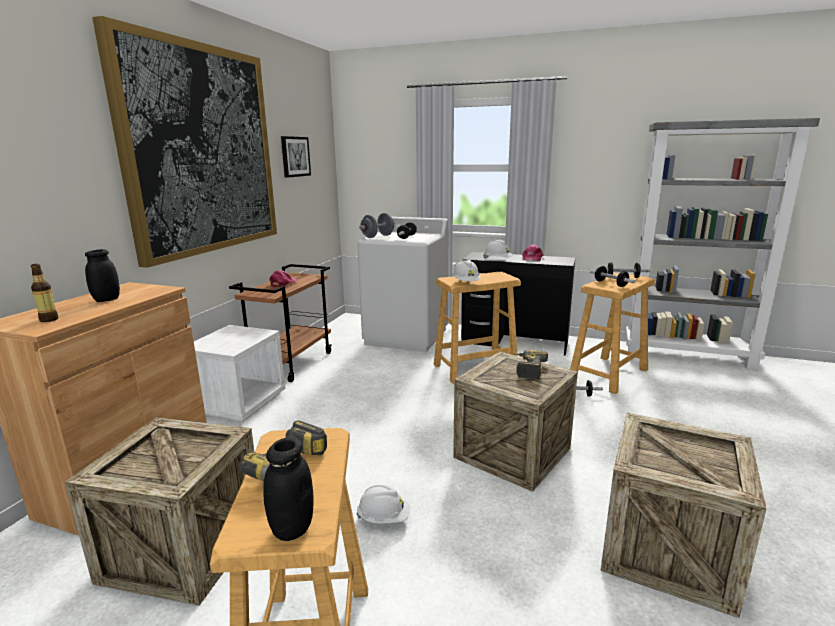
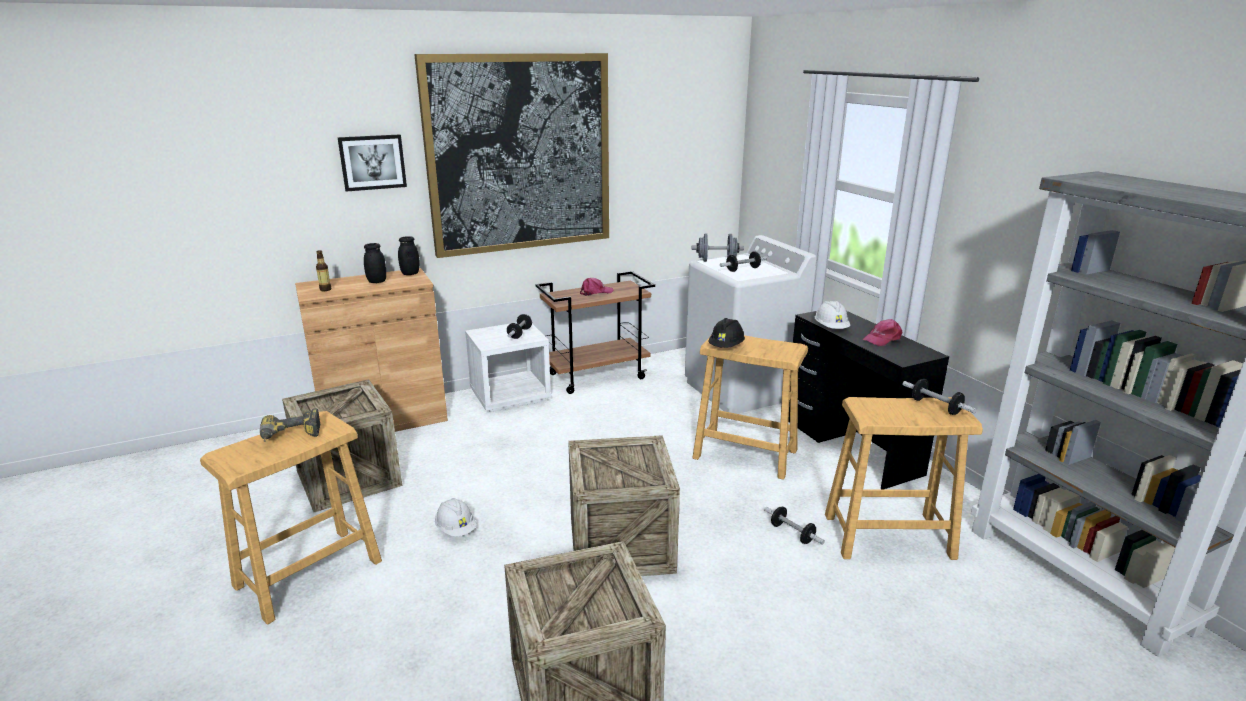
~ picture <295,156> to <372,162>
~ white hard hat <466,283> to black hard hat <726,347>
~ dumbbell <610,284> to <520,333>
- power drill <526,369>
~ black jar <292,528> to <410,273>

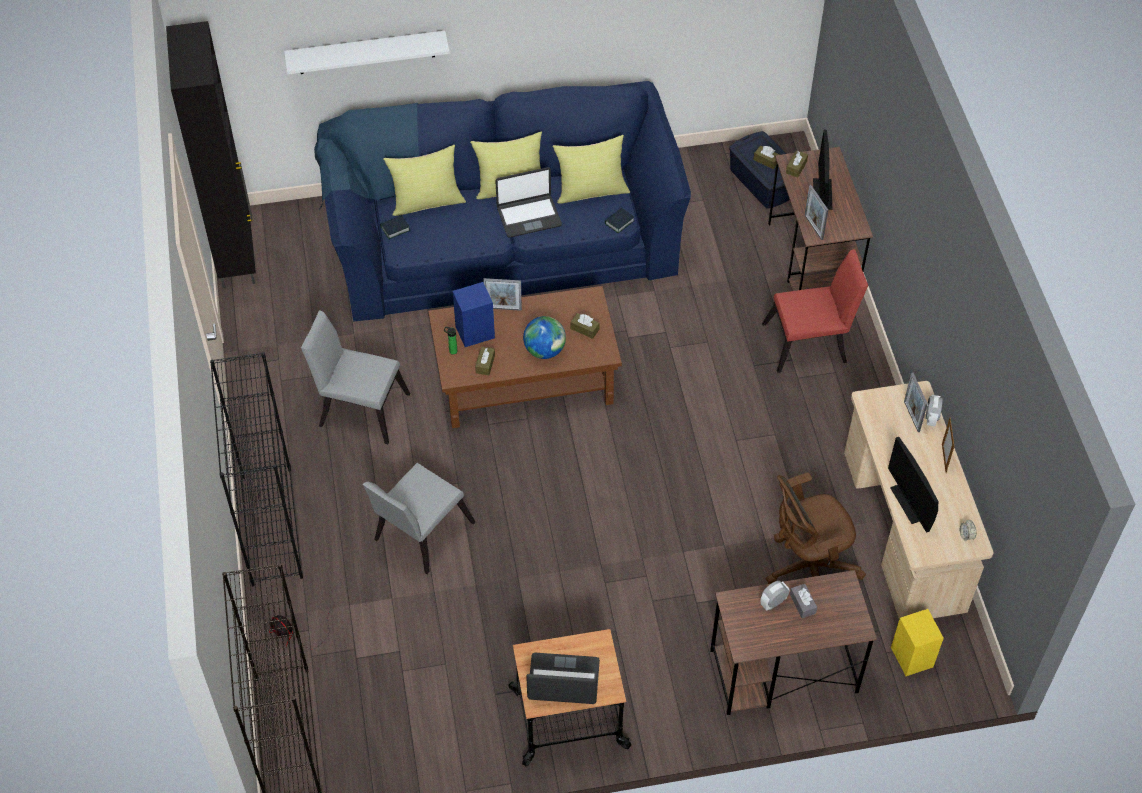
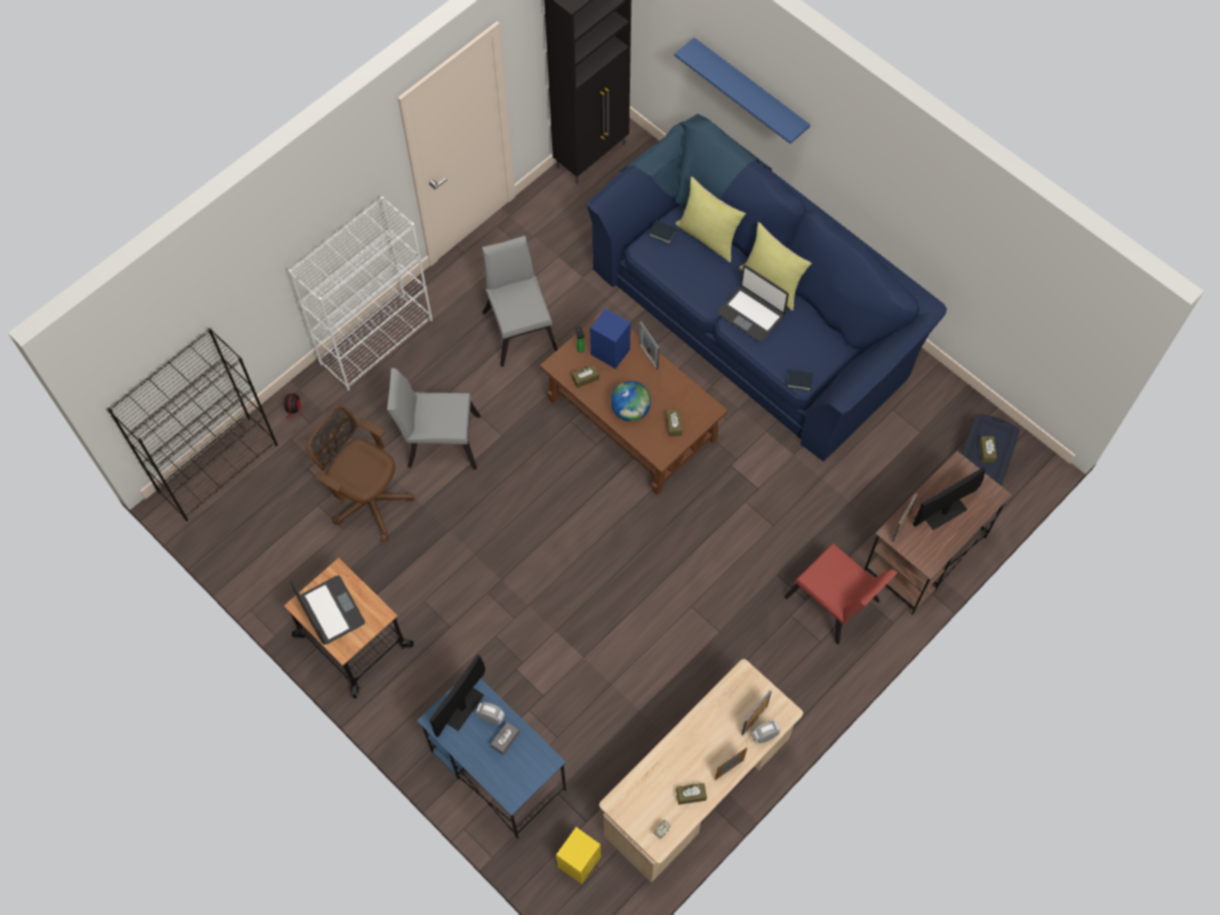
~ white shelf <366,52> to blue shelf <750,90>
- yellow pillow <591,191>
~ brown tissue box <796,167> to <691,795>
~ black bookcase <271,526> to white bookcase <376,341>
~ monitor <910,502> to <463,707>
~ brown office chair <807,568> to <368,499>
~ brown desk <782,672> to blue desk <497,770>

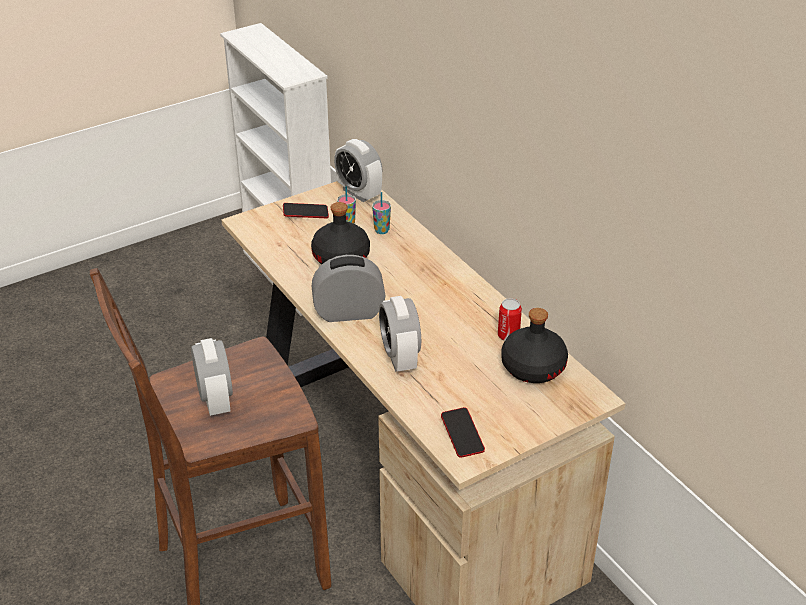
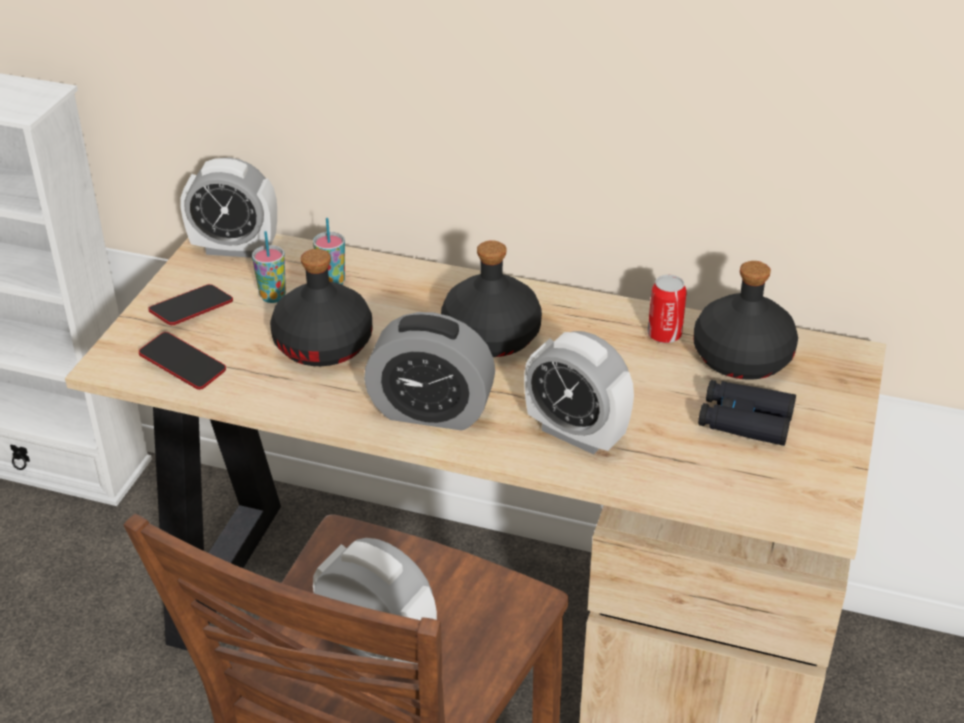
~ alarm clock <349,312> = <431,411> 120 degrees counterclockwise
~ phone <462,435> to <183,366>
+ black bottle <490,336>
+ black binoculars <745,421>

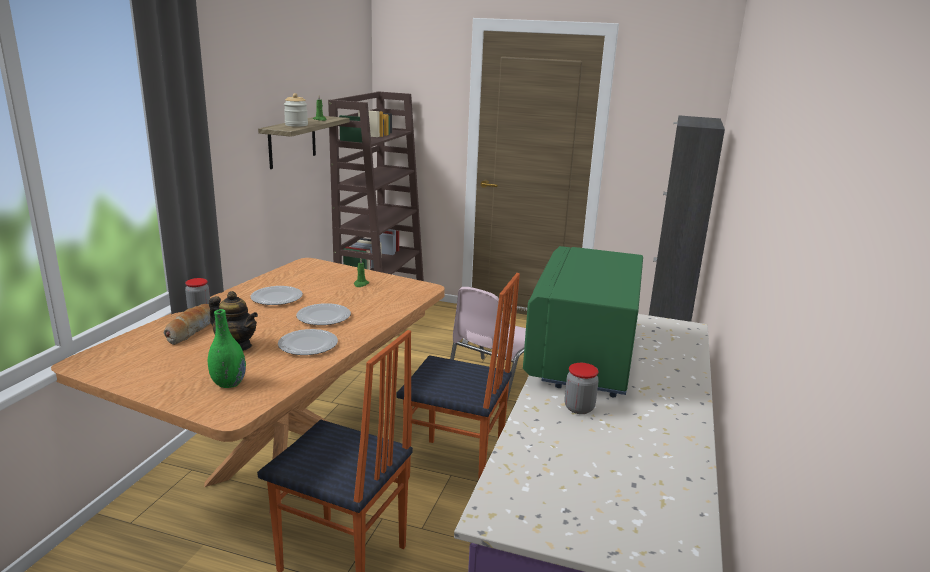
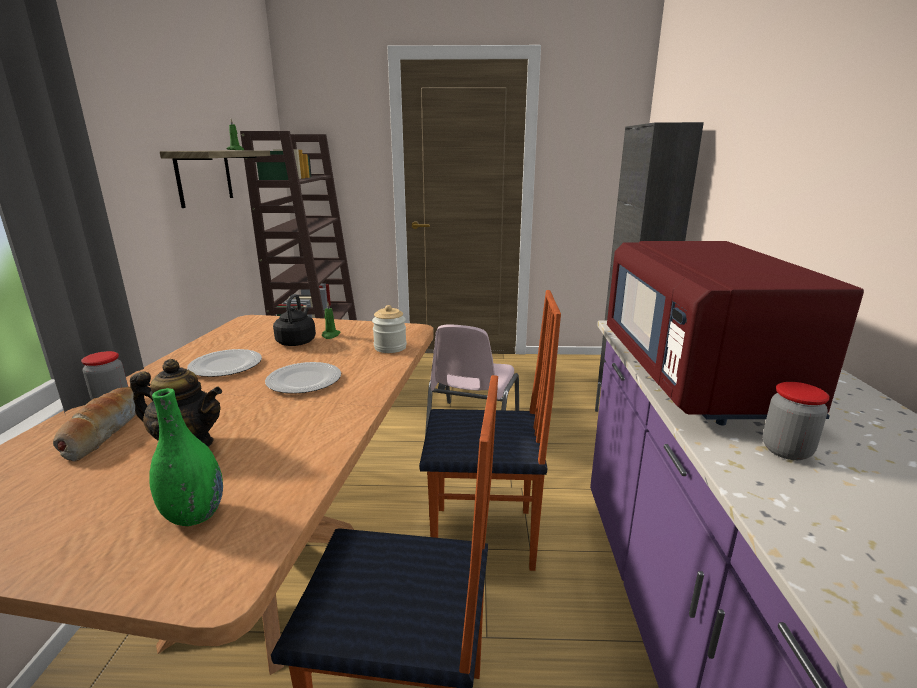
~ jar <296,125> to <390,347>
~ green microwave <583,357> to red microwave <697,377>
- plate <308,345>
+ black kettle <297,341>

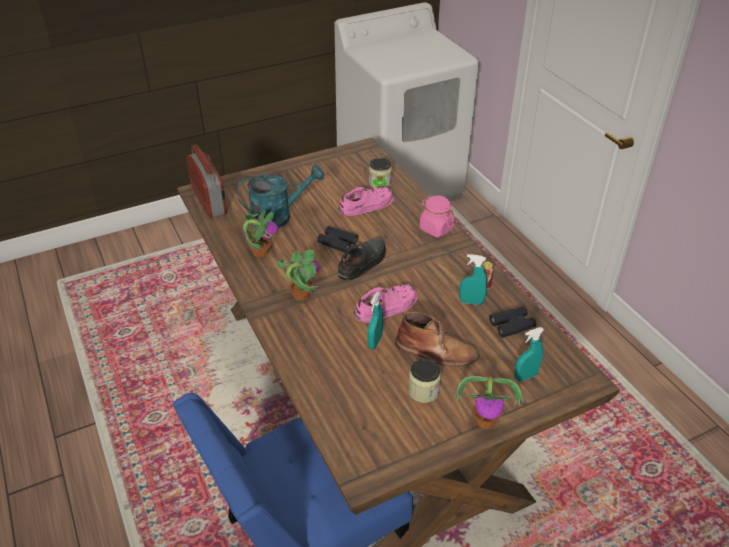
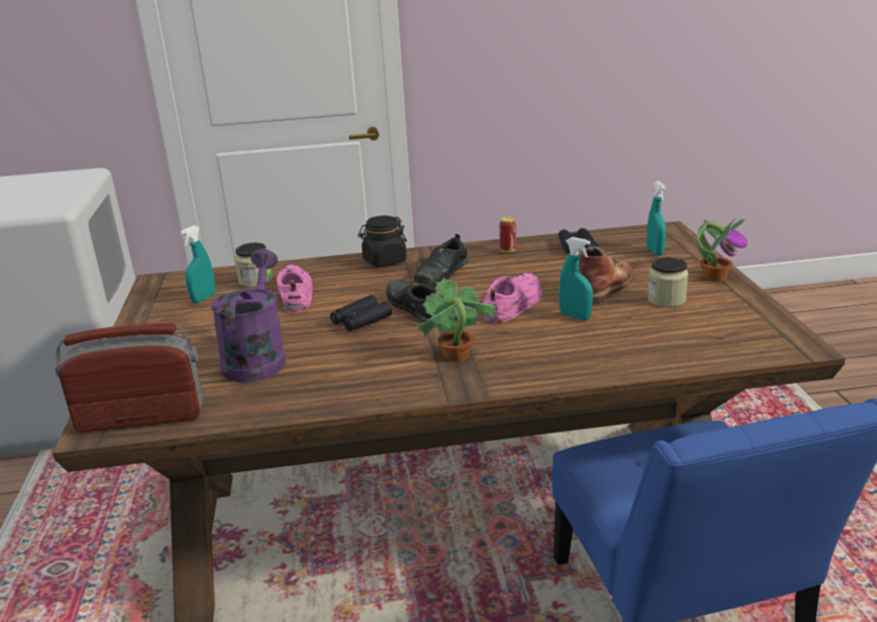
~ turquoise watering can <278,217> to purple watering can <256,357>
~ pink jar <436,228> to black jar <384,261>
- potted plant <260,251>
~ turquoise spray bottle <471,302> to <203,298>
~ pink shoe <386,306> = <513,303> 45 degrees clockwise
+ black shoe <440,274>

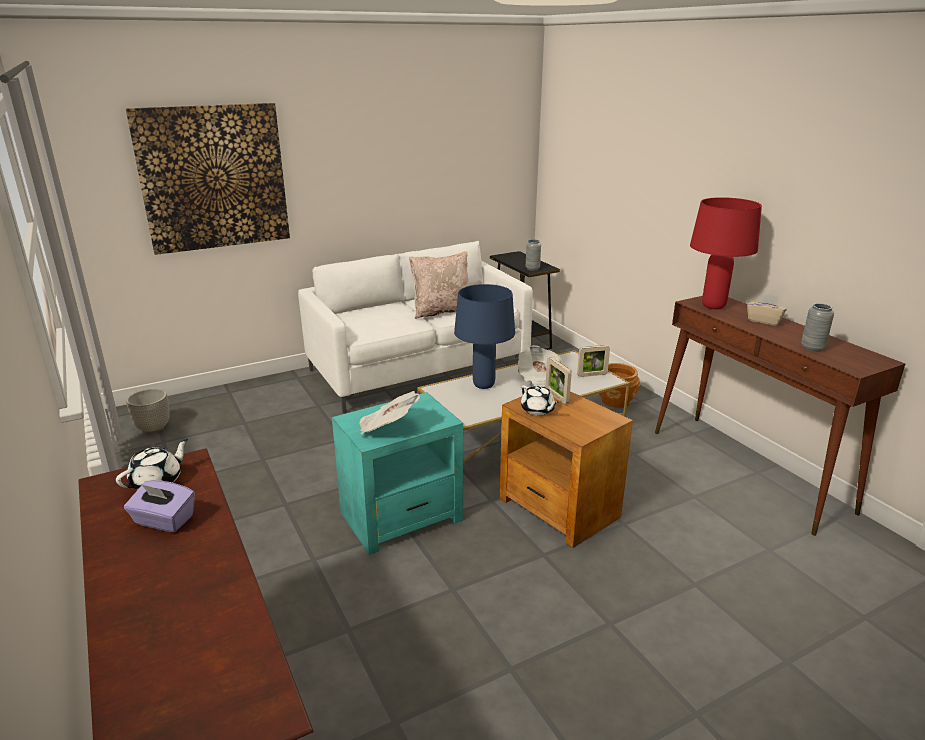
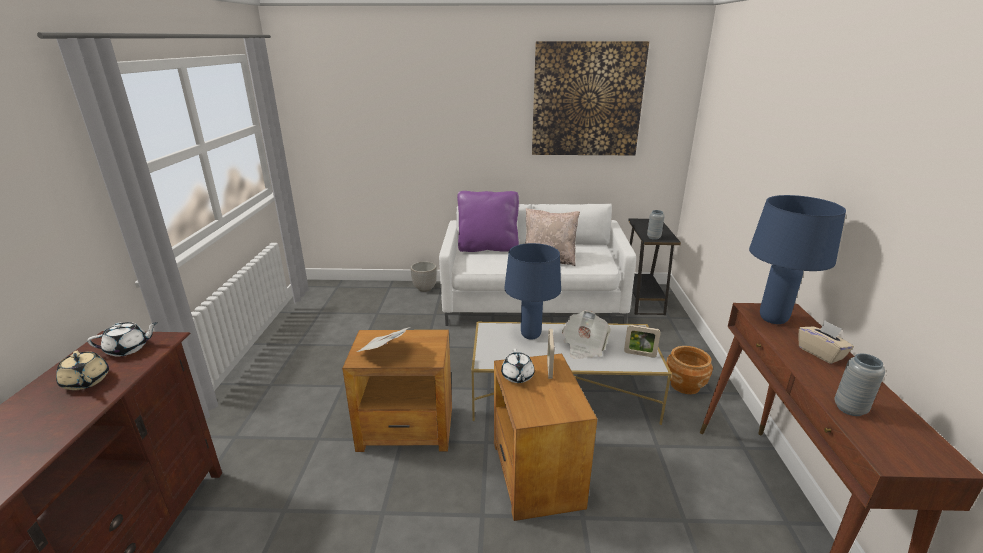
~ picture <213,178> to <587,100>
~ red table lamp <713,306> to blue table lamp <773,319>
~ planter <154,428> to <425,288>
~ turquoise side table <402,516> to brown side table <407,429>
~ purple tissue box <164,521> to beige teapot <86,382>
+ purple pillow <488,248>

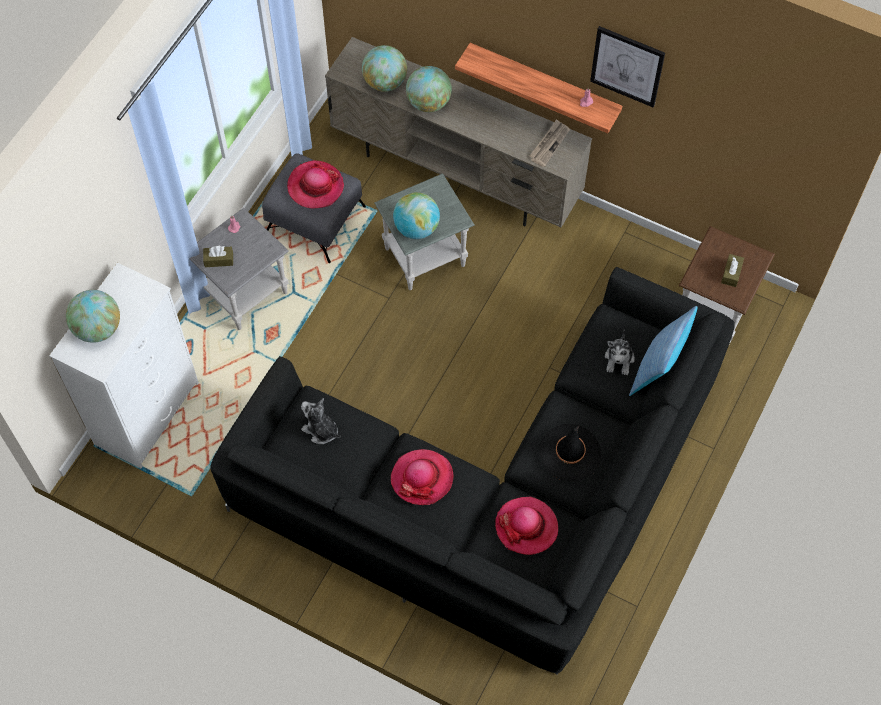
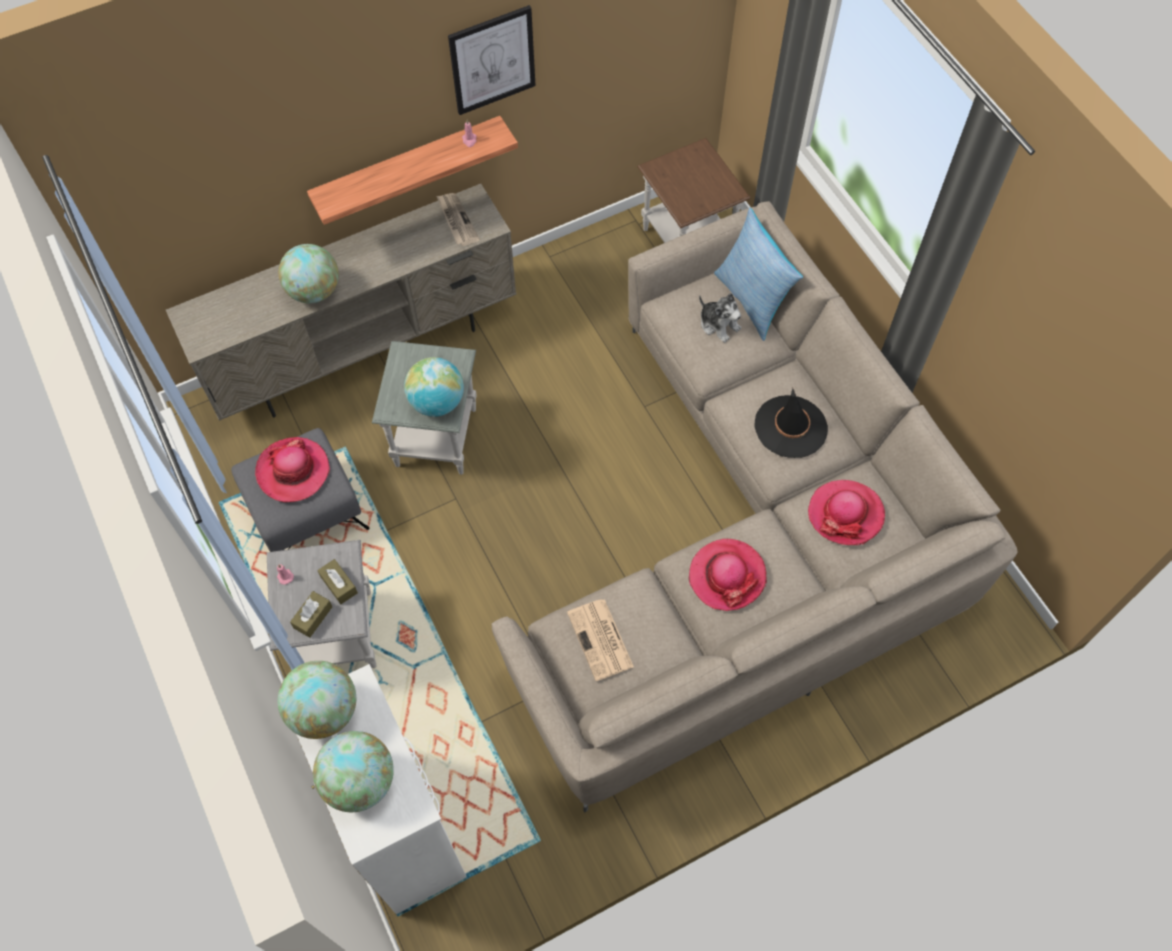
~ globe <385,82> to <324,711>
~ brown tissue box <731,273> to <339,584>
~ black sofa <497,494> to beige sofa <748,536>
~ plush toy <321,430> to newspaper <601,640>

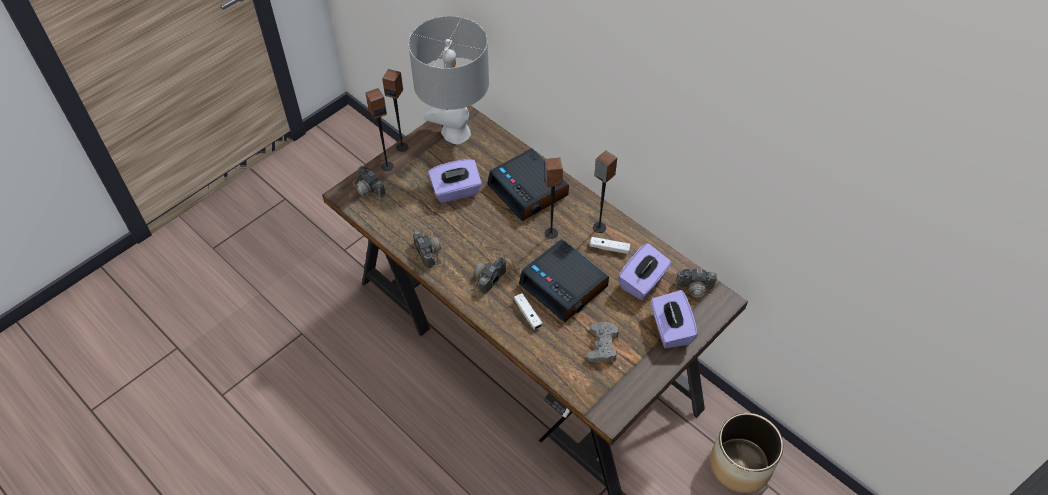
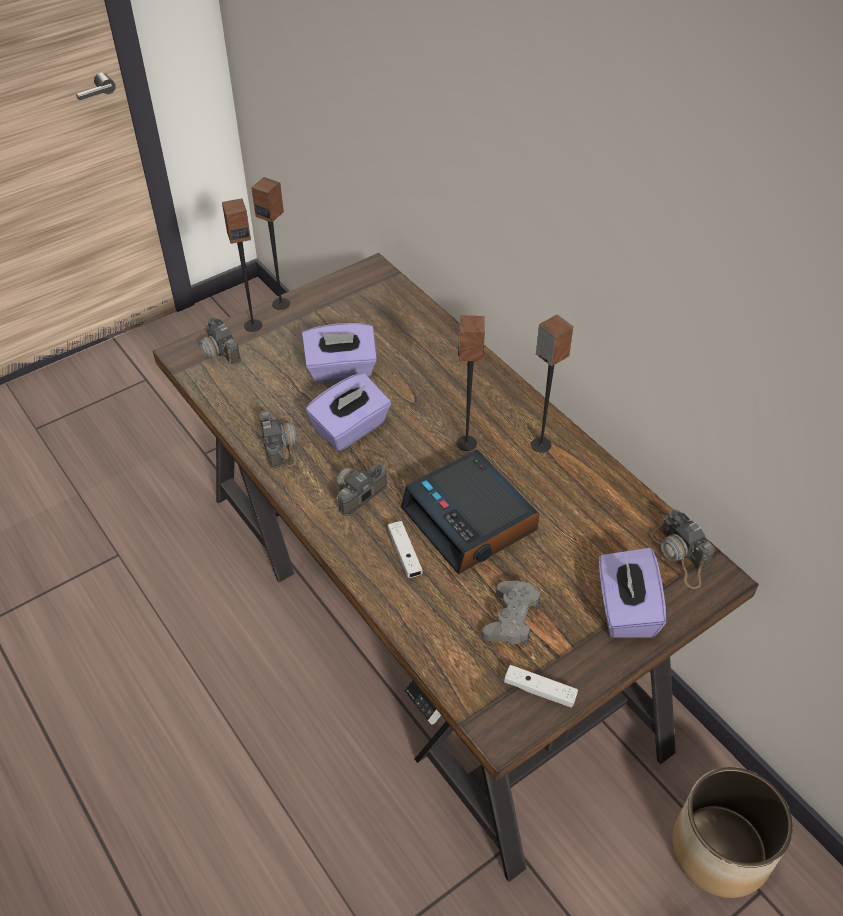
- grey table lamp <455,133>
- alarm clock <529,190>
~ white game controller <609,248> to <539,690>
~ purple tissue box <643,282> to <350,429>
~ photo camera <698,289> = <681,555> 45 degrees clockwise

